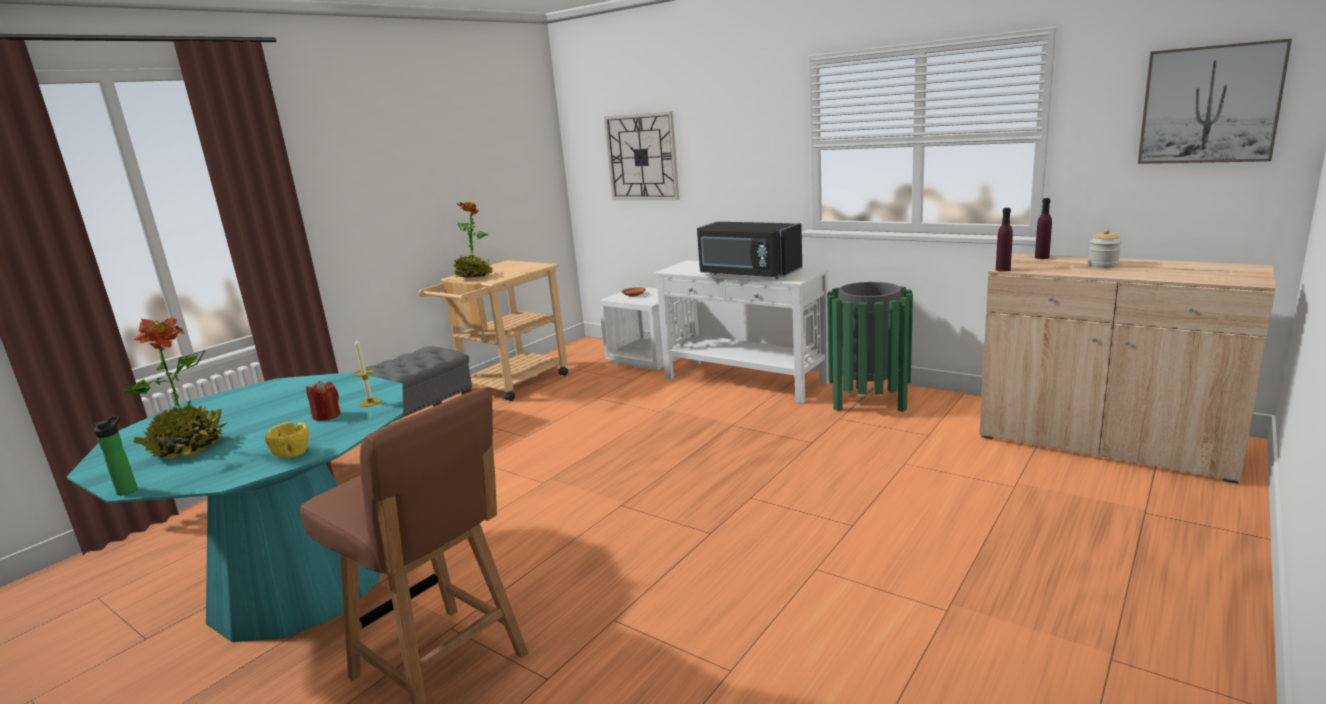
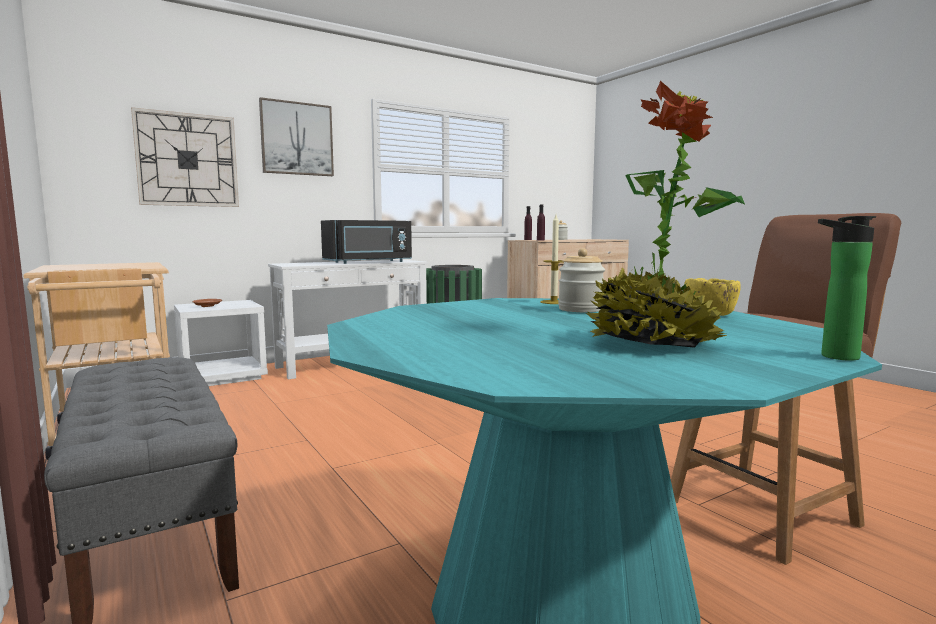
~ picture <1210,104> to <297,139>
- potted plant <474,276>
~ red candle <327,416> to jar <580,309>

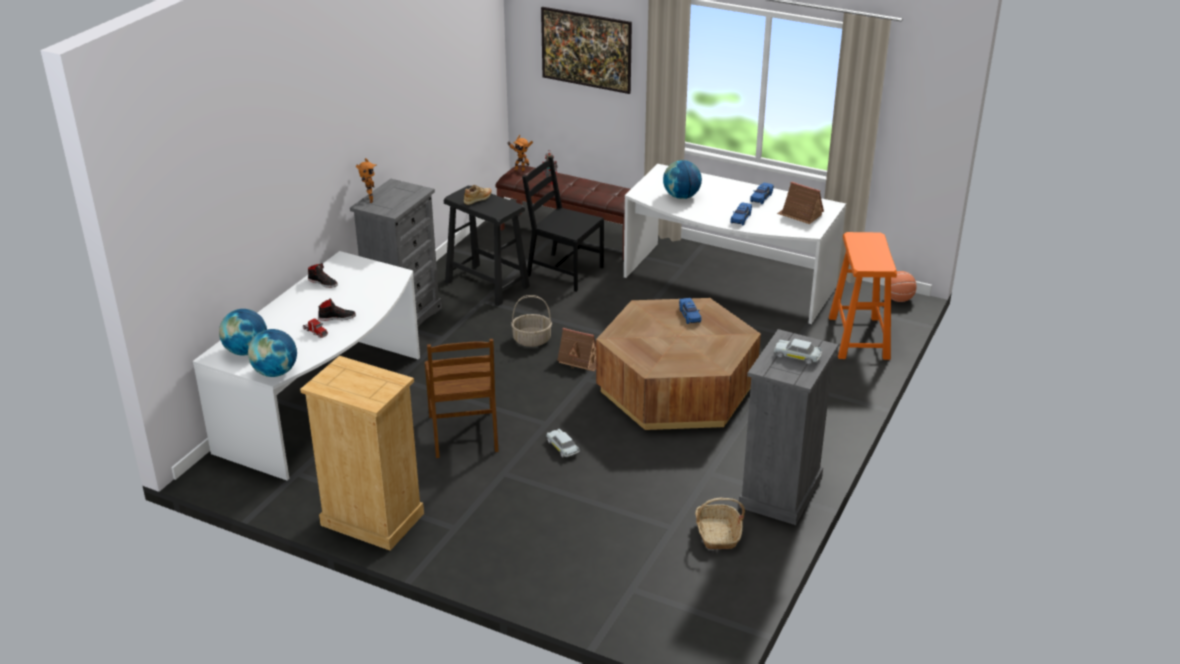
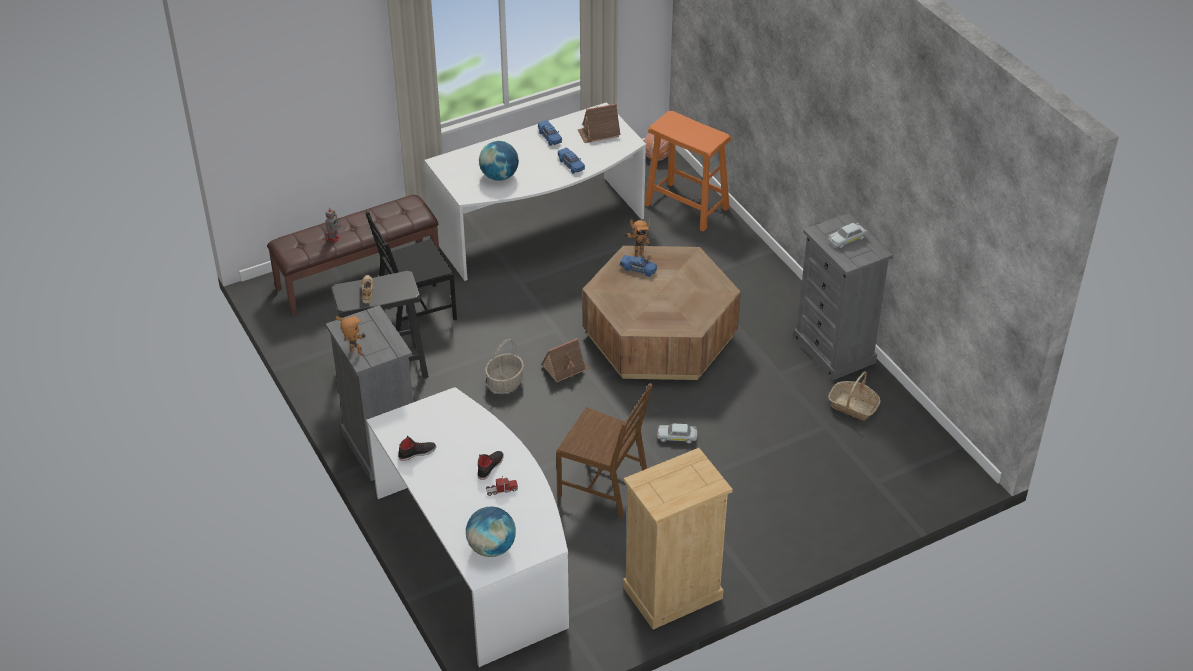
- picture <586,67>
~ toy robot <519,169> to <637,254>
- globe <275,372>

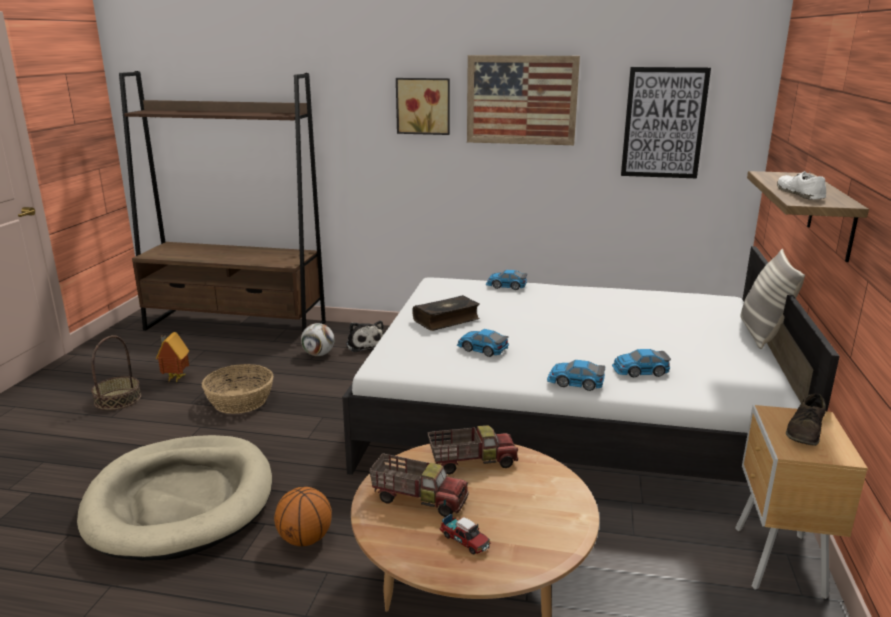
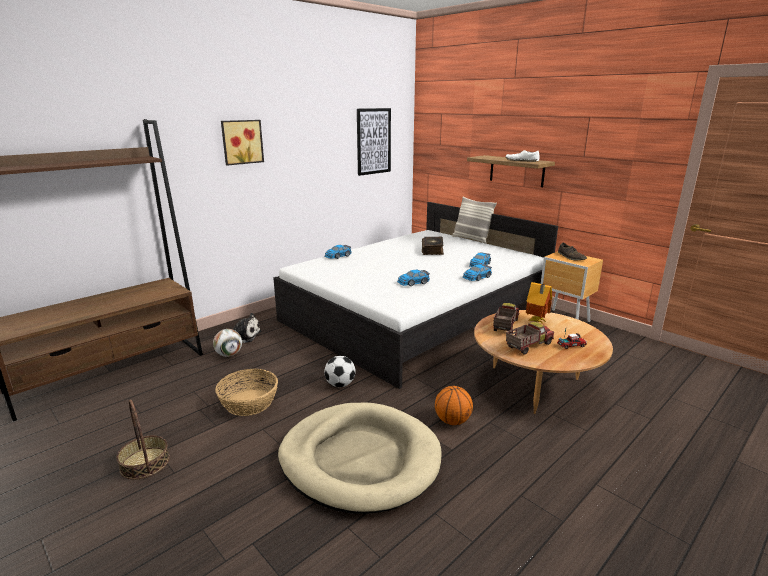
- picture <521,100>
~ book <447,320> to <432,250>
~ toy house <174,378> to <536,321>
+ football <340,384>

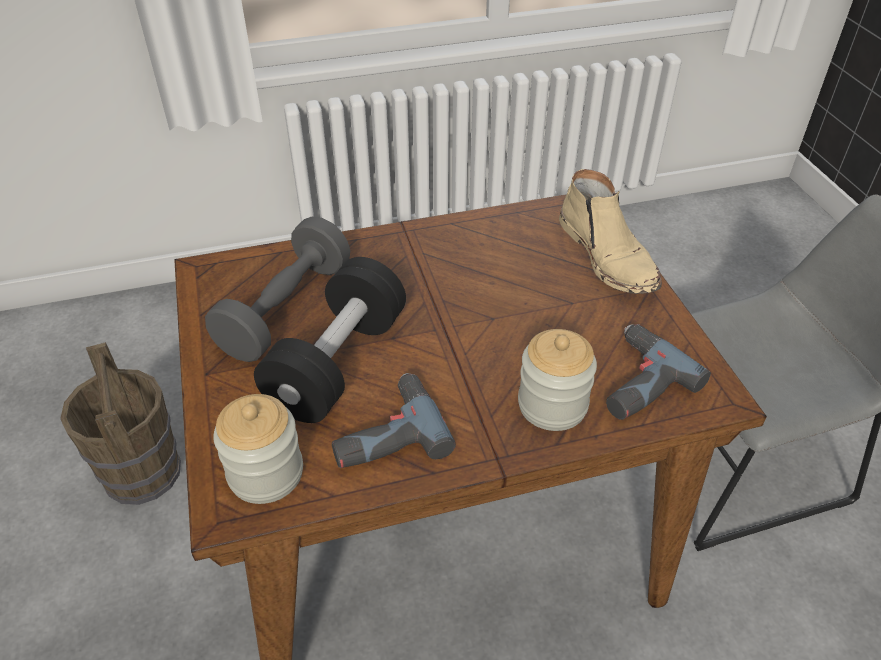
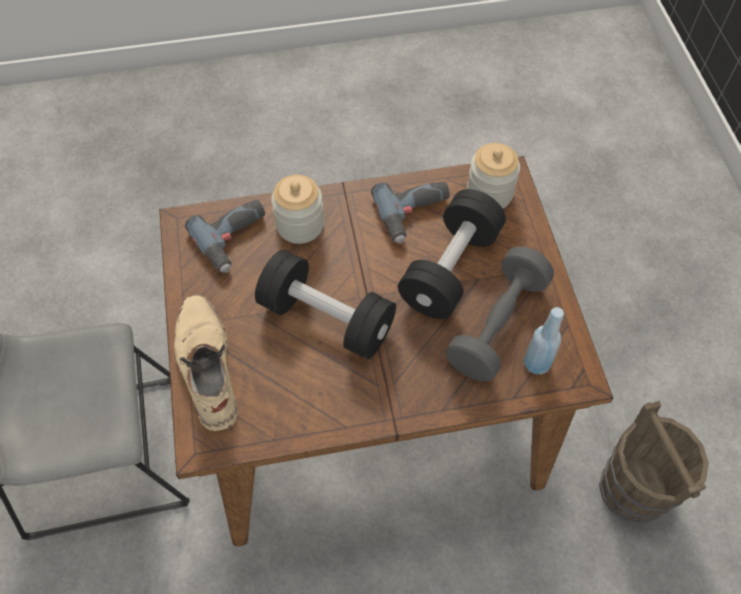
+ black dumbbell <326,318>
+ blue bottle <537,363>

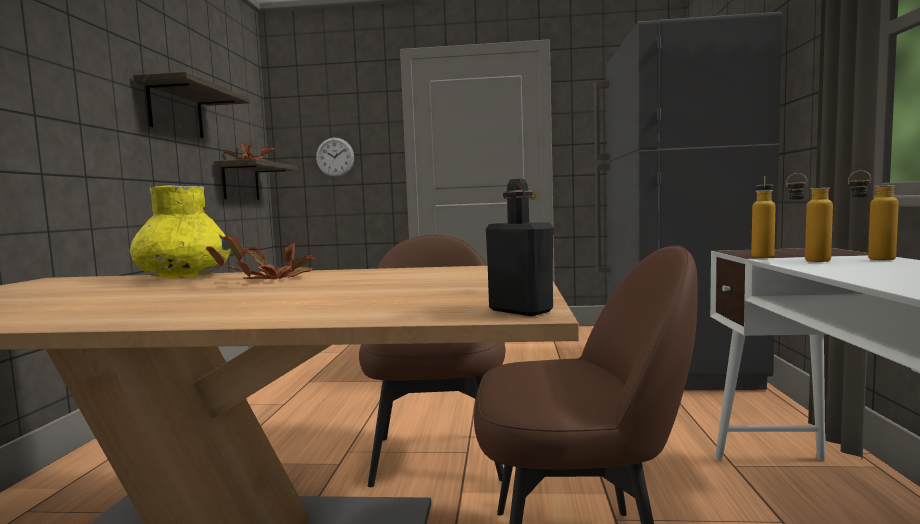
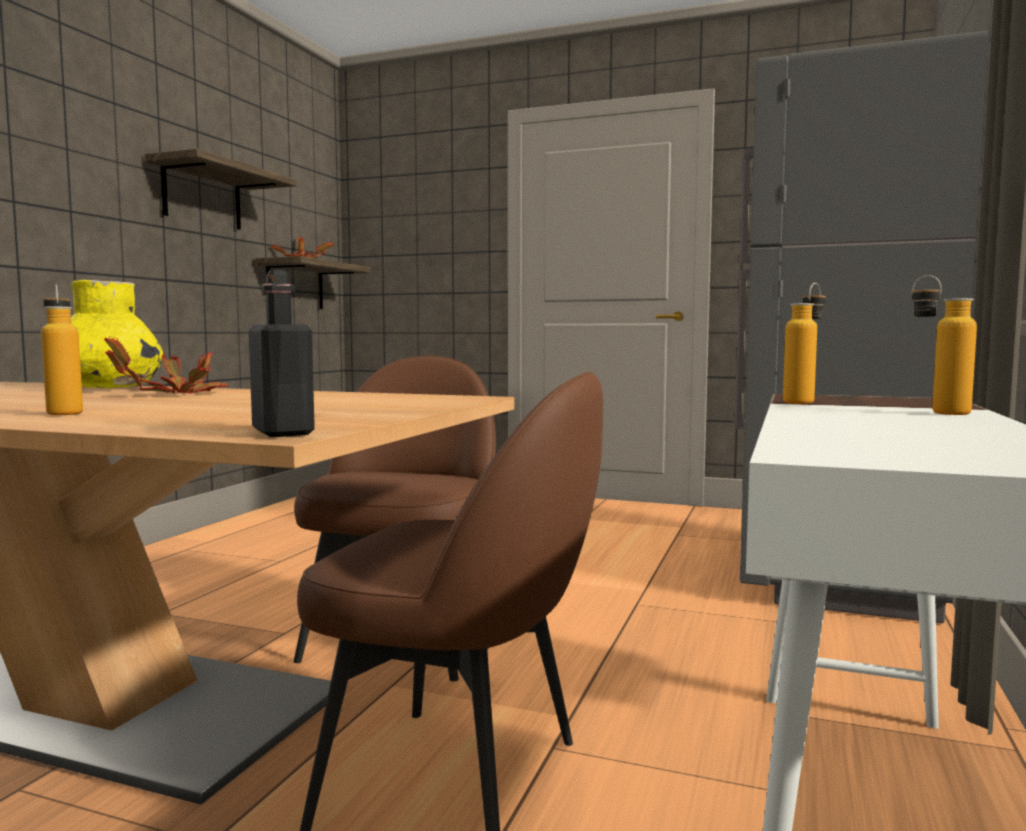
- wall clock <335,157>
~ bottle <806,260> to <64,412>

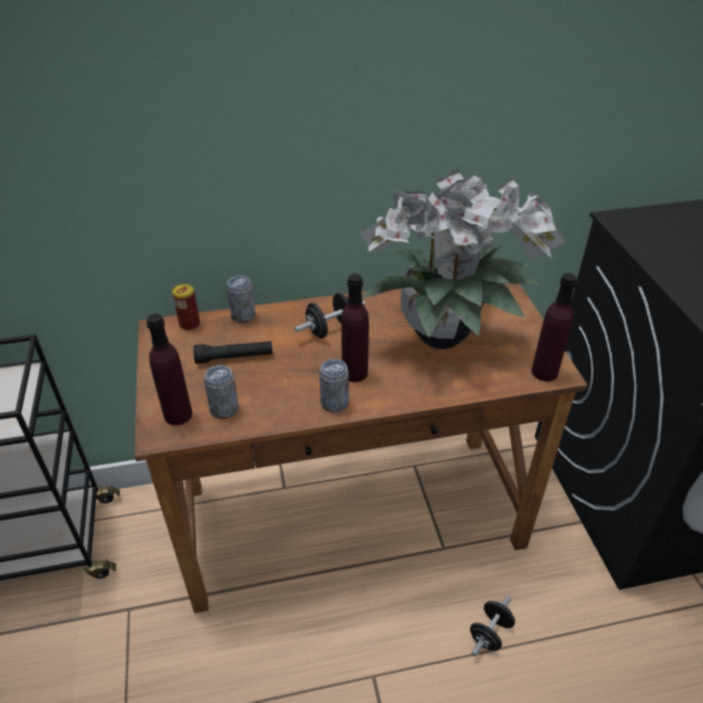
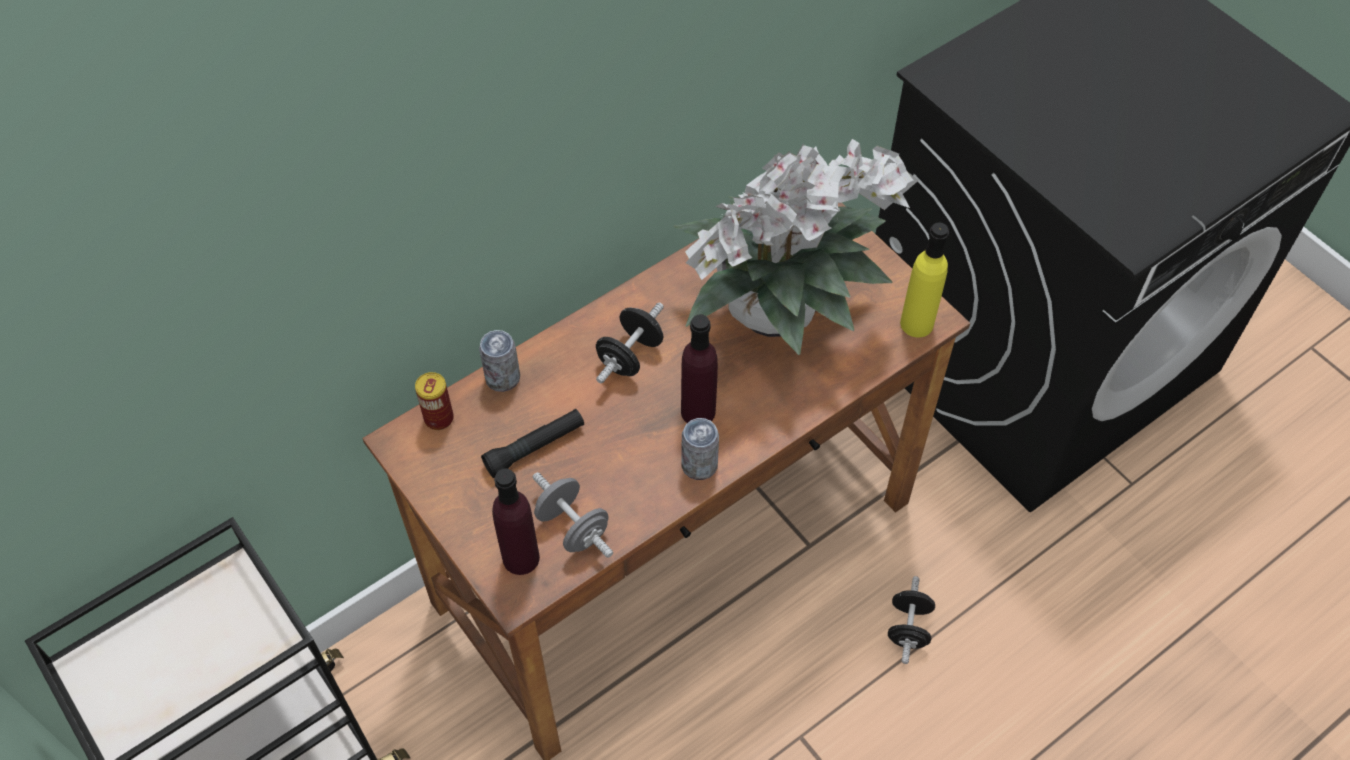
~ purple bottle <544,372> to yellow bottle <916,323>
~ can <224,409> to grey dumbbell <573,527>

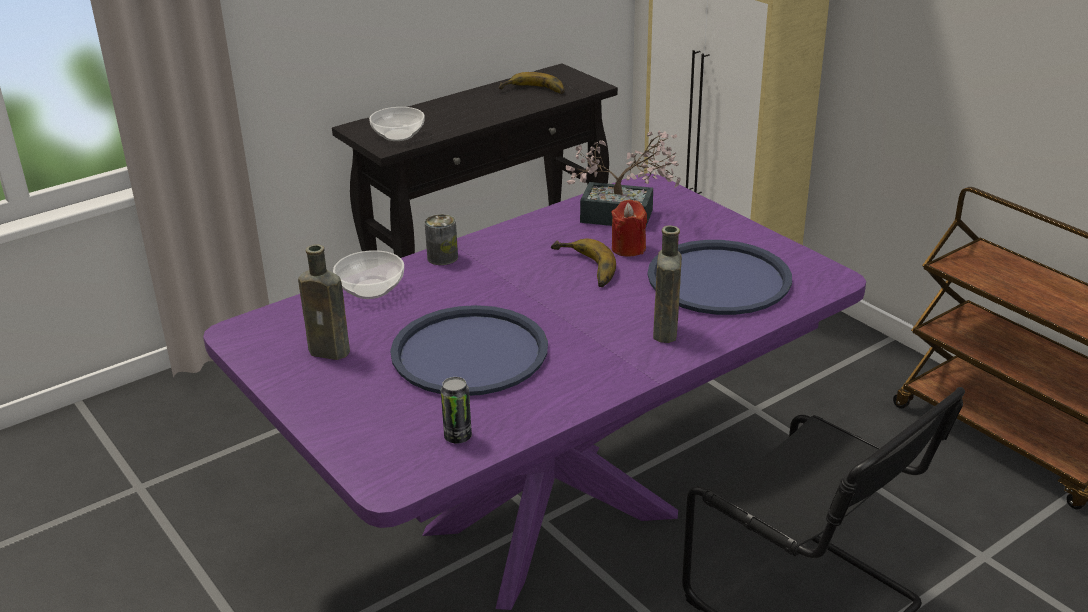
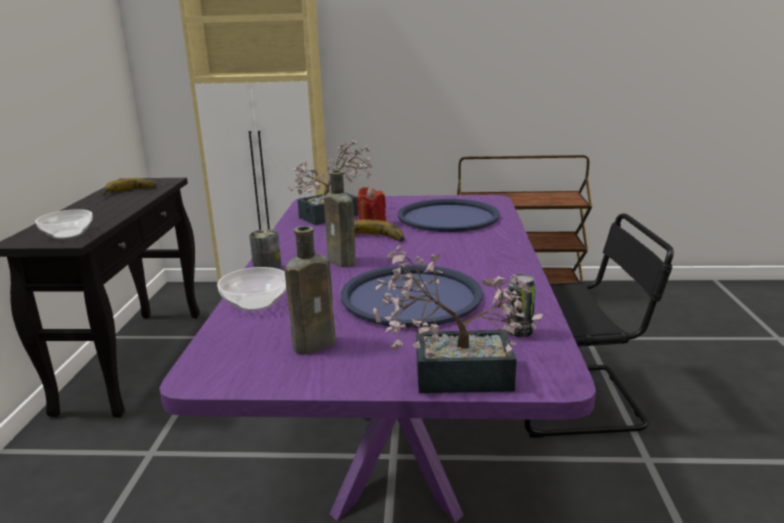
~ brown bottle <665,333> to <343,262>
+ potted plant <450,375>

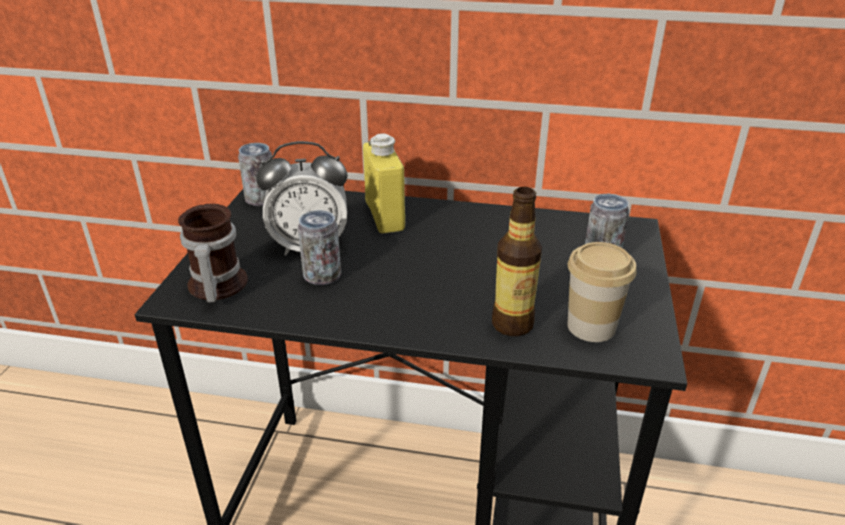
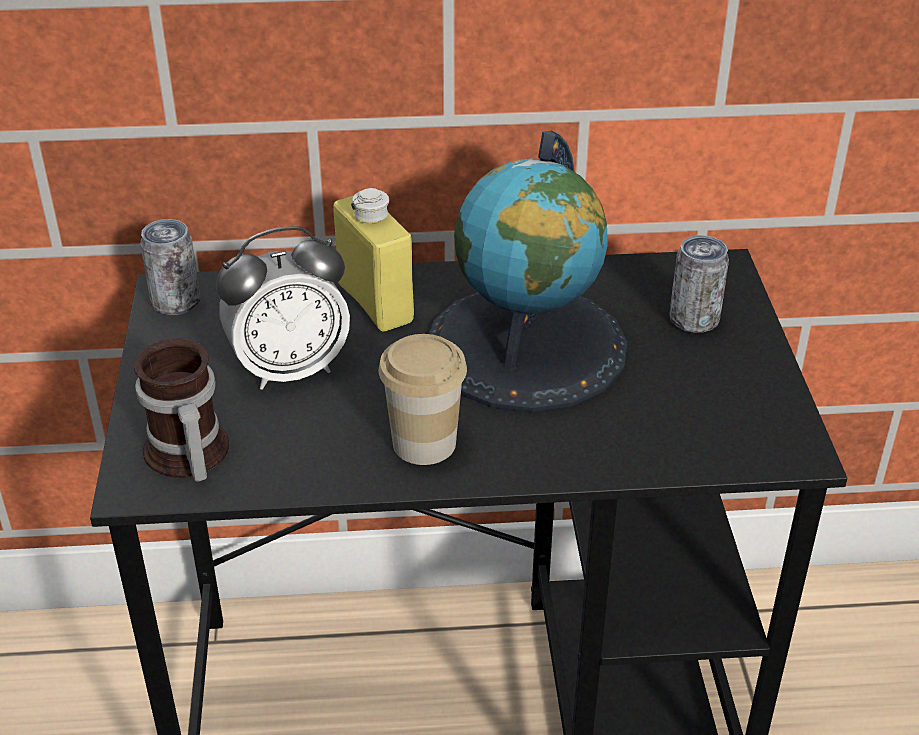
- bottle <512,324>
- can <322,275>
~ cup <591,326> to <424,443>
+ globe <527,347>

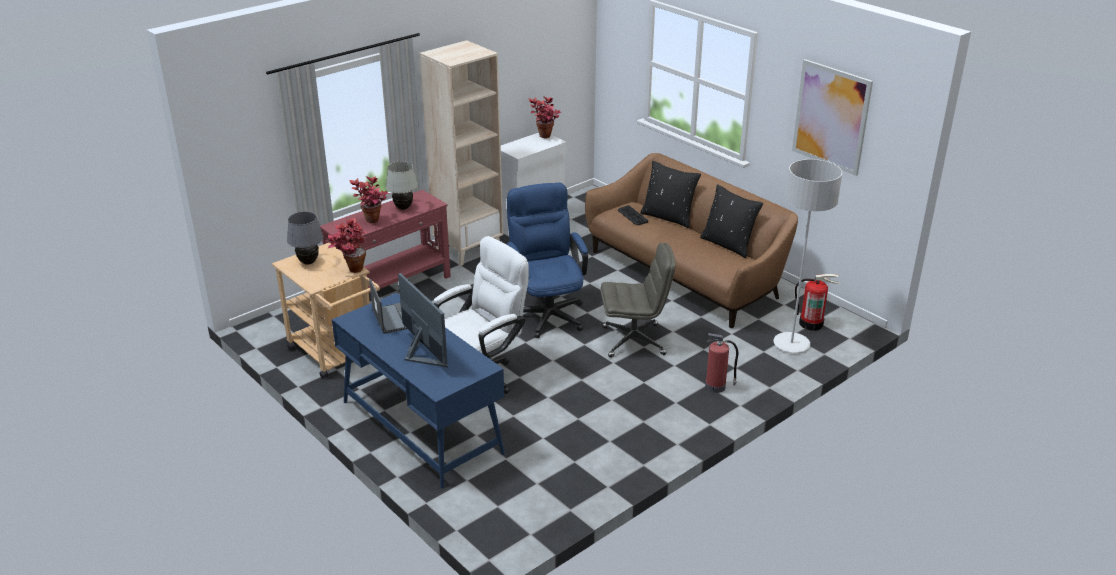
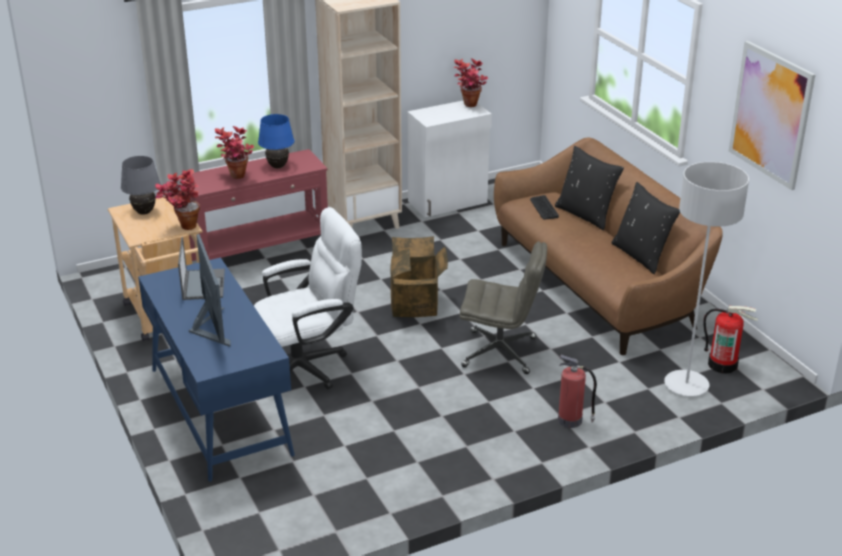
~ white table lamp <403,208> to blue table lamp <277,167>
~ blue office chair <547,312> to cardboard box <417,305>

